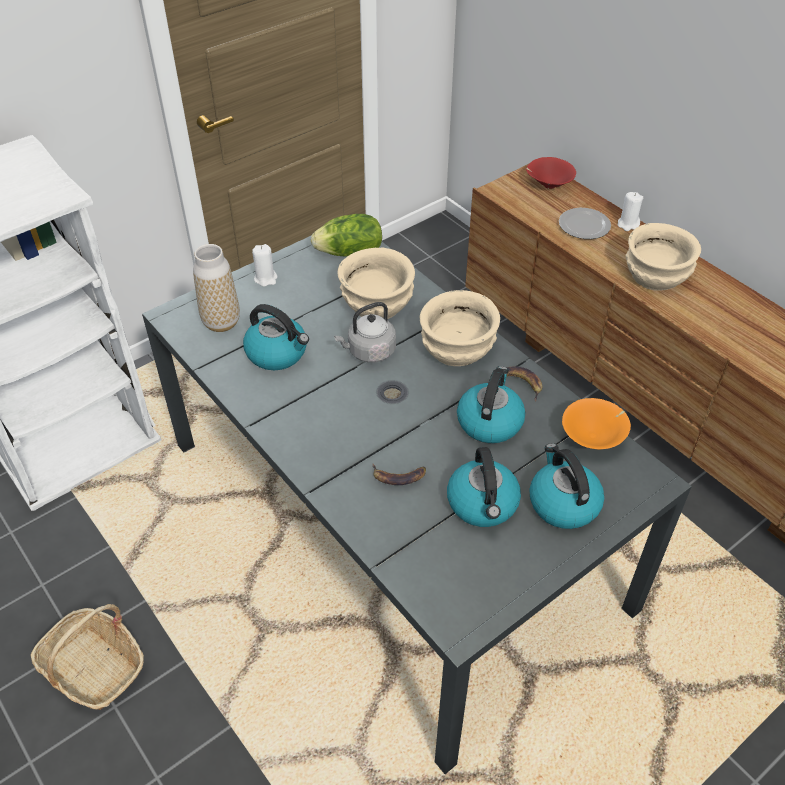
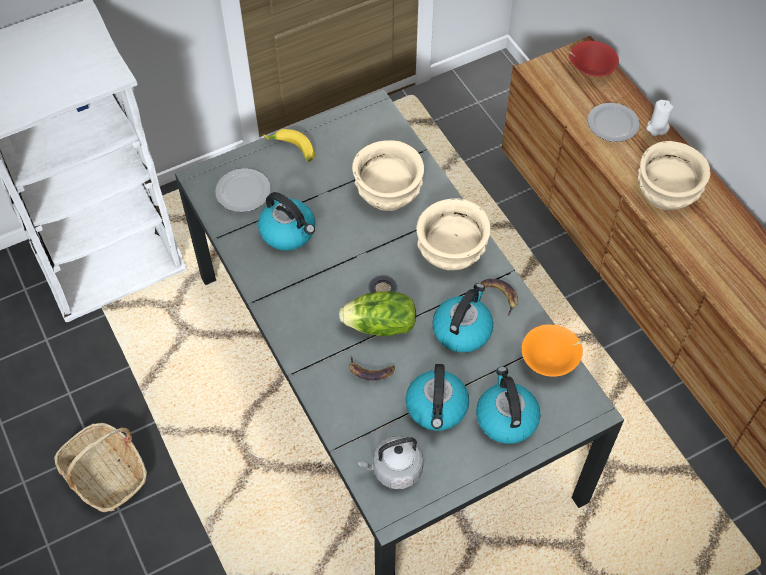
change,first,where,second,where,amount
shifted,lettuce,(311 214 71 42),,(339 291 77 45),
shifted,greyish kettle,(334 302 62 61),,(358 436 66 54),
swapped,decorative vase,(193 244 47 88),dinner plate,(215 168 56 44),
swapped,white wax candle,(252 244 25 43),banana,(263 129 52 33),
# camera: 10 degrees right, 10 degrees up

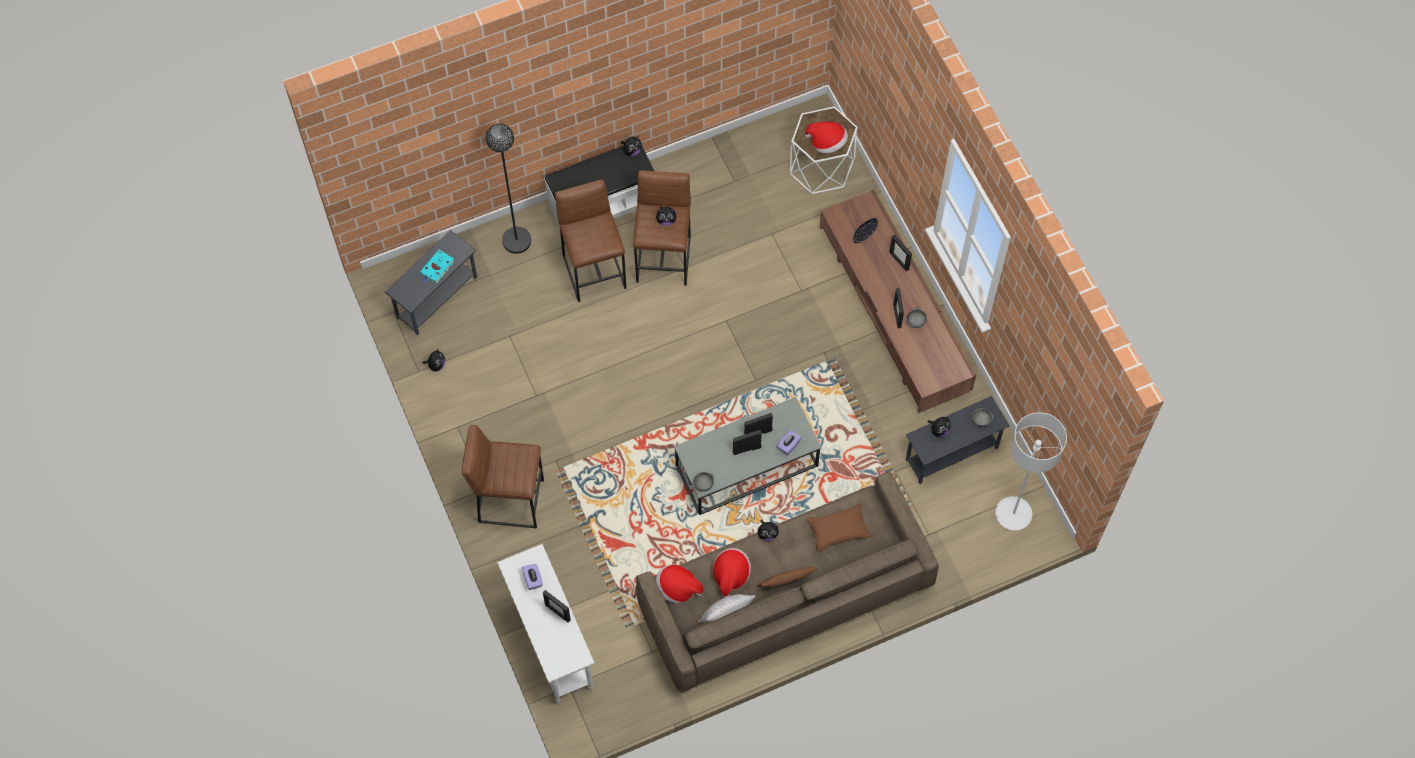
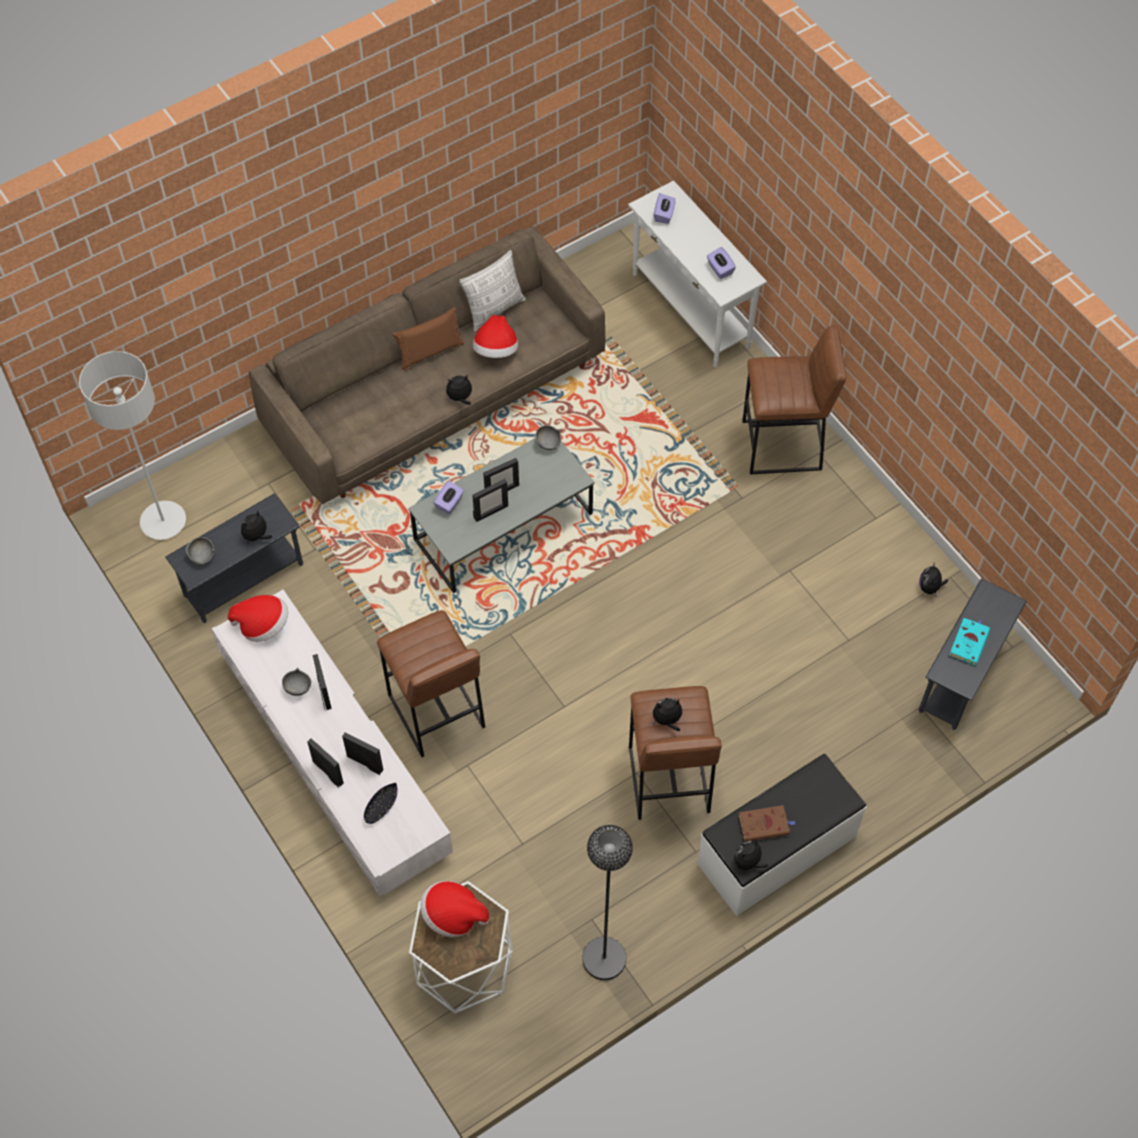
change,first,where,second,where,amount
gone,brownish pillow,(807 503 65 49),,,
new,,,purple-coloured tissue box,(654 193 22 31),
new,,,brownish volume,(739 805 56 37),
shifted,blackish standing lamp,(486 124 45 130),,(582 825 51 155),
shifted,standing frame,(543 590 28 33),,(342 732 41 43),
shifted,brownish stool seat,(555 180 72 122),,(377 610 108 147),
shifted,clothing hat,(656 565 47 38),,(228 595 60 47),
repainted,brownish tv unit,(820 190 156 223),white tv unit,(211 590 242 306),
# camera: 170 degrees right, 5 degrees down

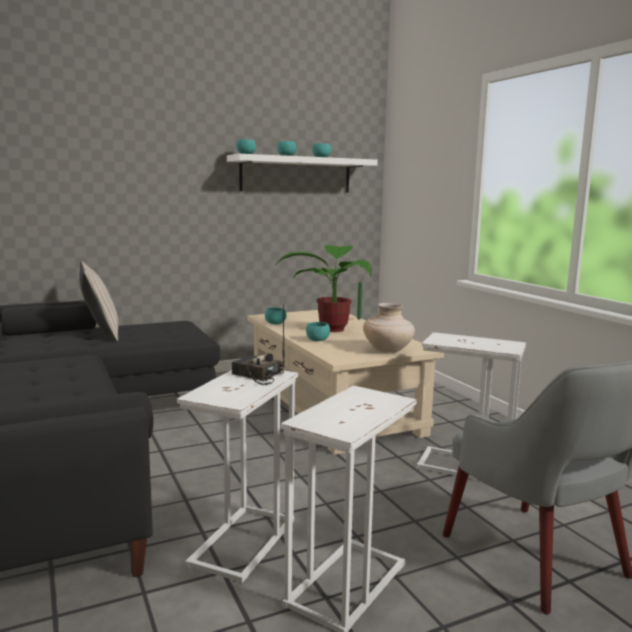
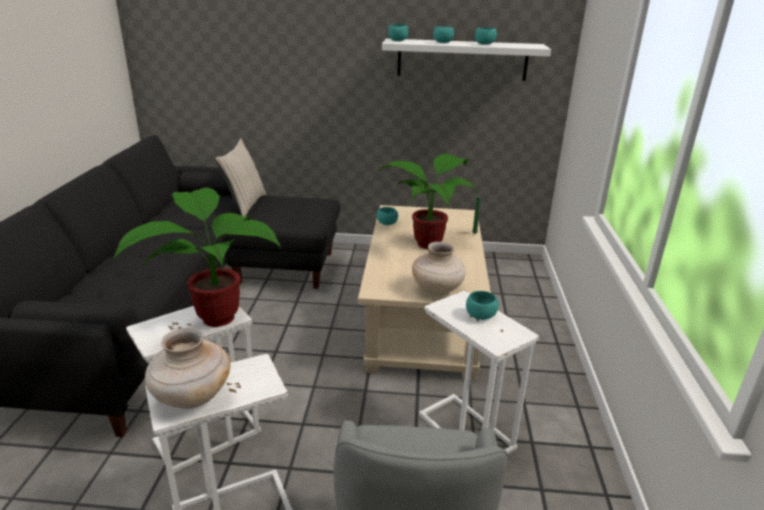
change,first,where,second,where,amount
new,,,beige decorative vase,(145 328 86 81),
shifted,turquoise-coloured deep dish,(306 322 24 19),,(466 291 33 29),
swapped,radio receiver,(232 304 53 81),houseplant,(114 187 167 140),
# camera: 30 degrees right, 15 degrees up

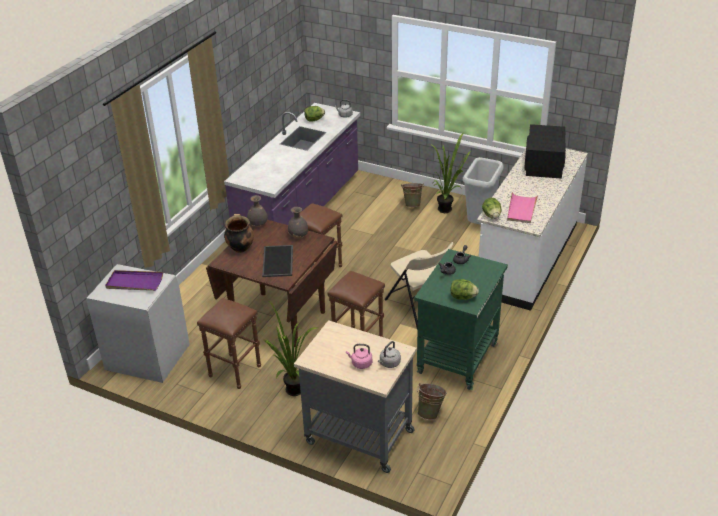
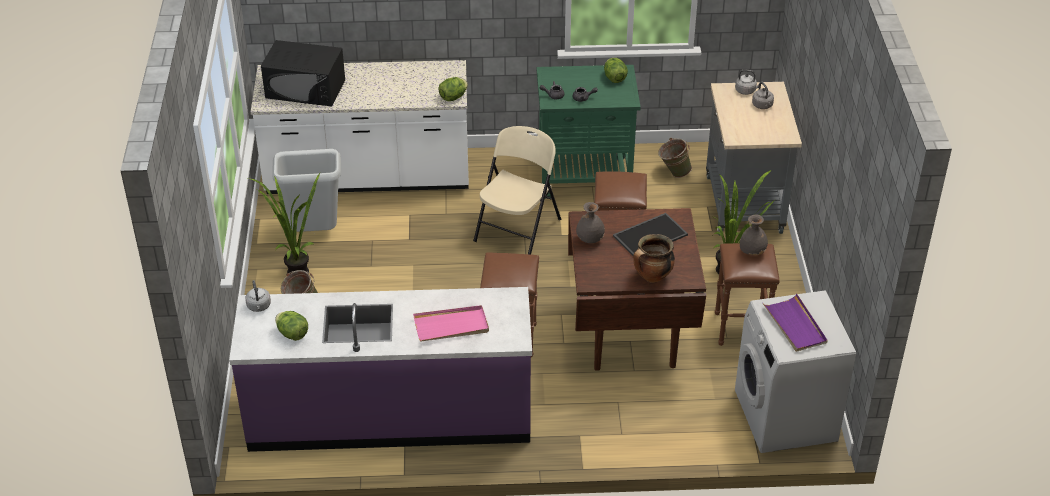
change,first,where,second,where,amount
shifted,greyish decorative vase,(247 195 21 31),,(740 215 28 40),
shifted,pink carrying tray,(507 192 31 31),,(413 305 76 37),
repainted,pink kettle,(346 344 26 25),greyish kettle,(752 82 22 27),
rotated,blackish microwave oven,(524 124 42 54),,(261 40 84 66),150 degrees counterclockwise
# camera: 120 degrees left, 5 degrees up

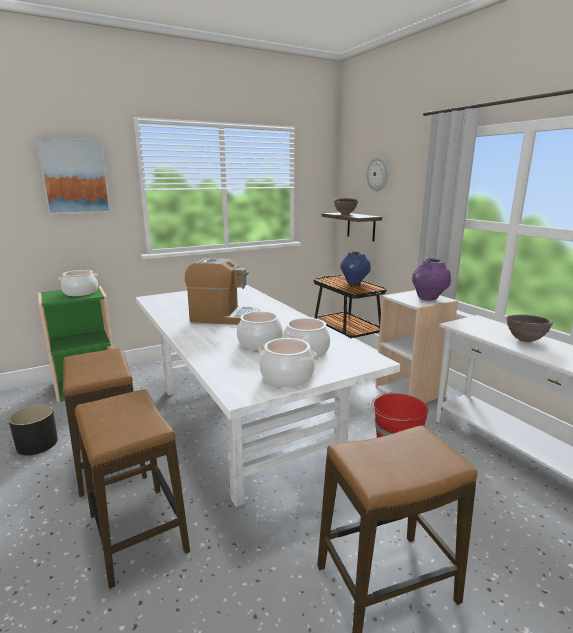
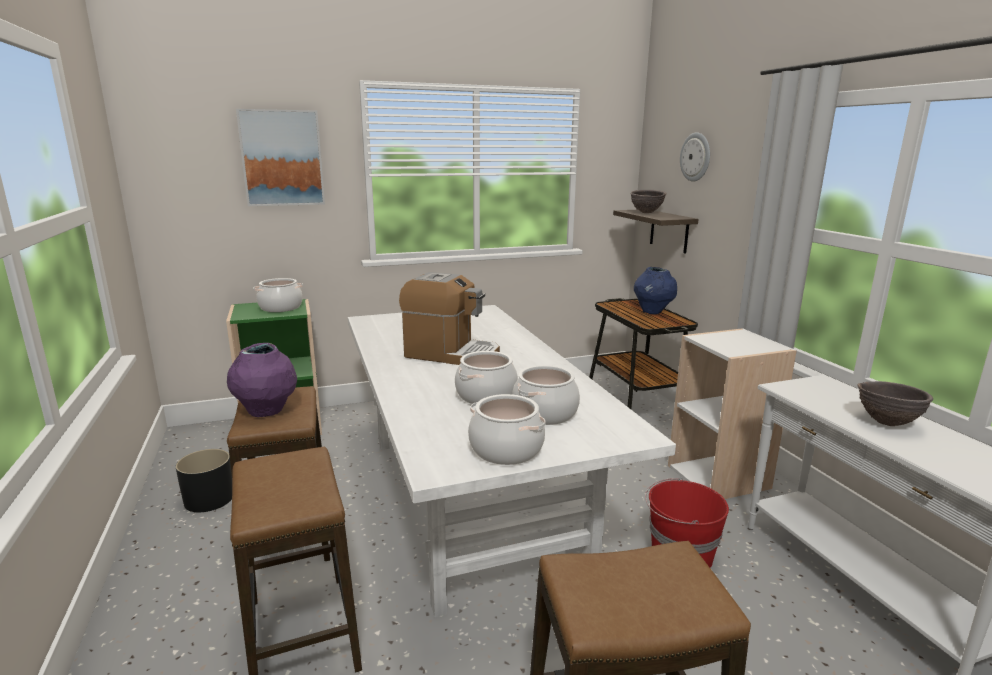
change,first,where,second,where,amount
shifted,purple-coloured decorative vase,(412 258 39 43),,(227 343 70 74),
# camera: 10 degrees right, 0 degrees up

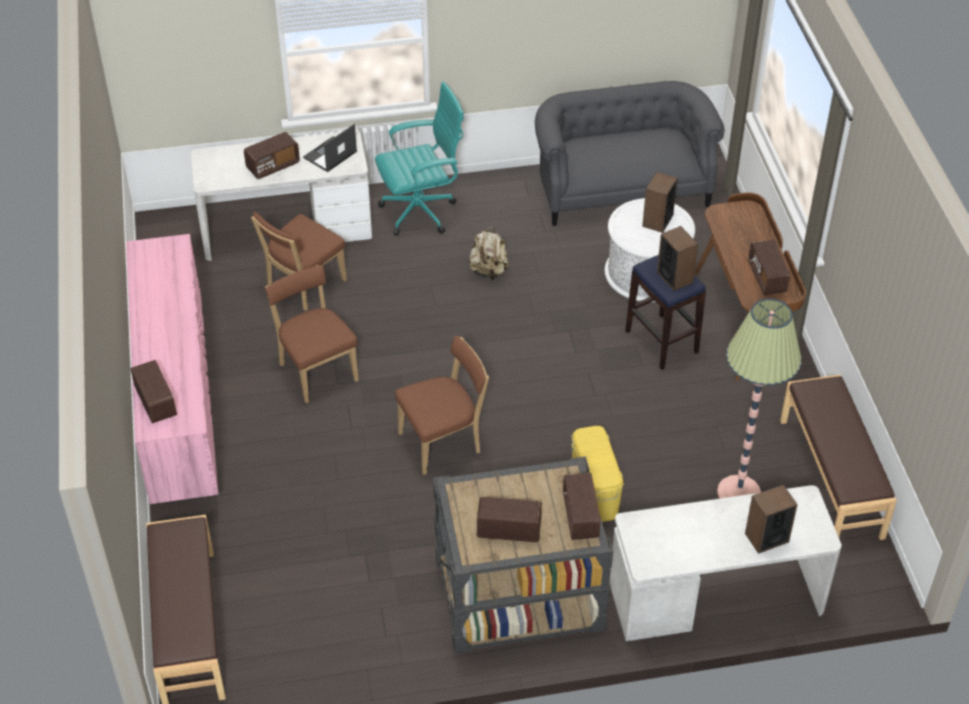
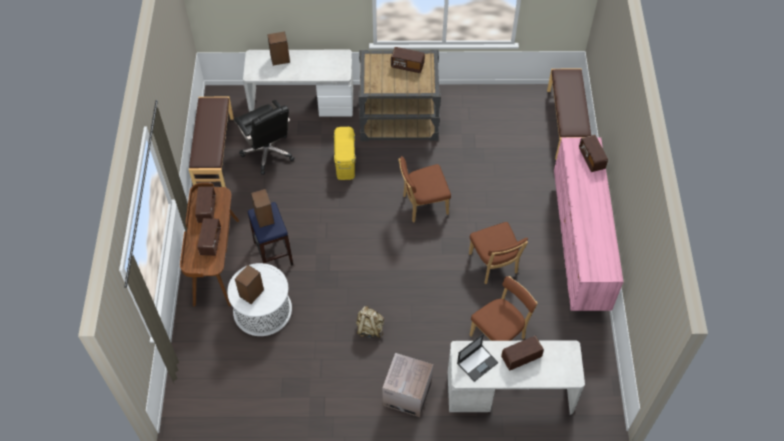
change,first,where,second,where,amount
gone,greyish settee,(535 81 190 145),,,
shifted,radio receiver,(563 473 38 67),,(198 218 23 38),
swapped,turquoise-coloured computer chair,(375 81 89 155),cardboard box,(382 353 51 64),
swapped,standing lamp,(717 298 85 201),blackish computer chair,(234 100 61 75),
# camera: 170 degrees left, 10 degrees up

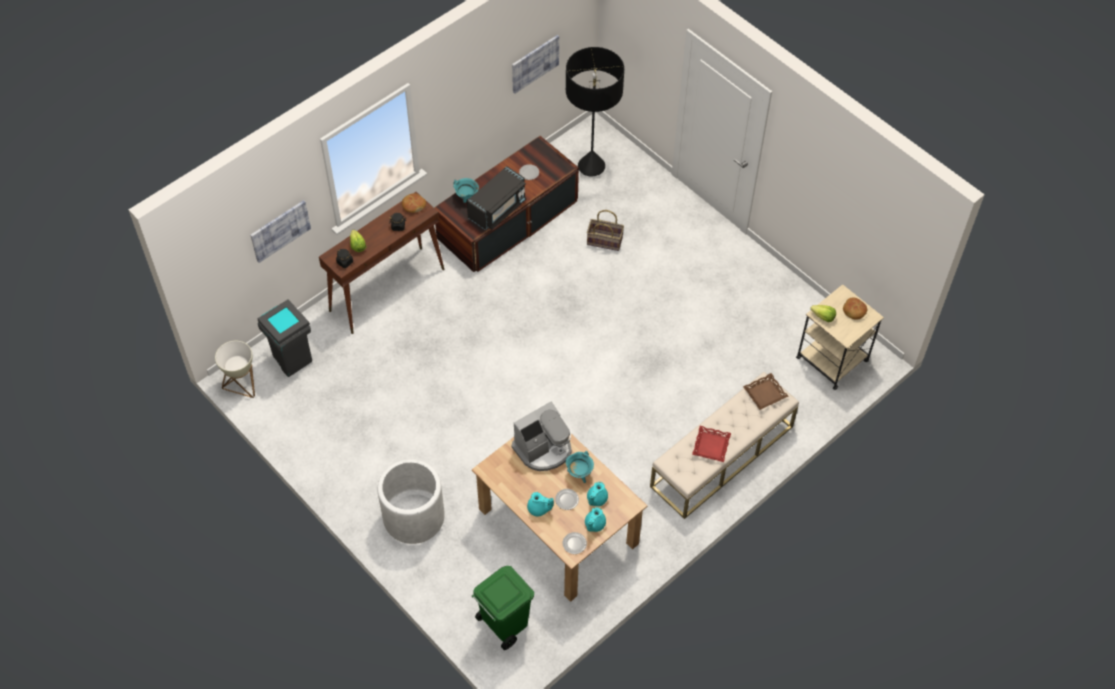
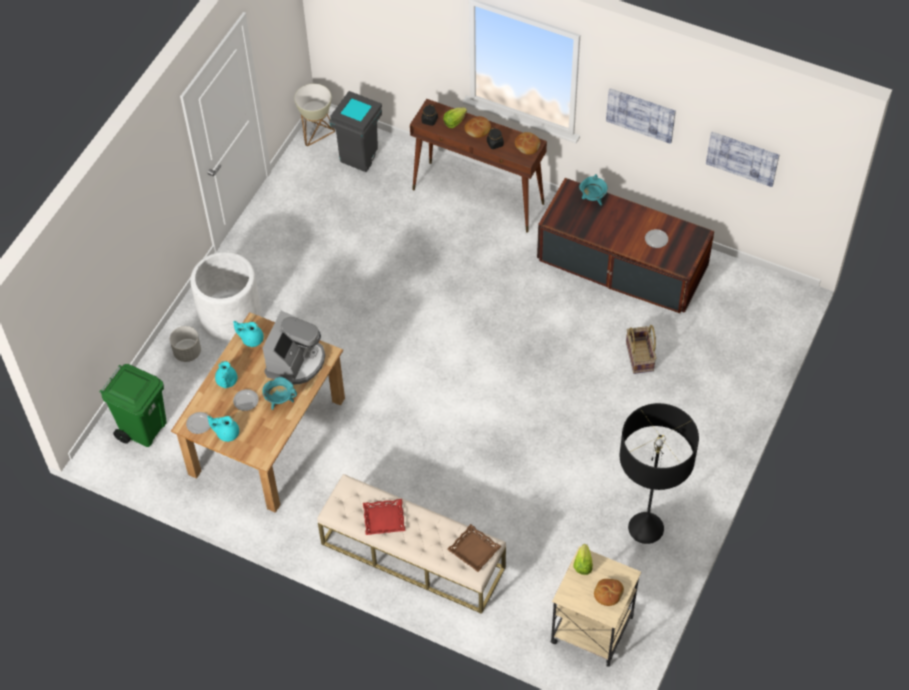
change,first,where,second,where,amount
gone,blackish microwave oven,(467 166 59 64),,,
new,,,greyish flower pot,(170 326 31 36),
new,,,bread,(465 116 26 22),
shifted,wall art,(250 200 61 63),,(606 88 70 56),
shifted,blackish standing lamp,(566 47 58 130),,(620 403 79 141),
shifted,turquoise-coloured tea pot,(587 482 21 24),,(233 321 31 26),
rotated,coffee maker,(512 402 60 69),,(262 311 63 73),105 degrees counterclockwise
# camera: 70 degrees right, 0 degrees up

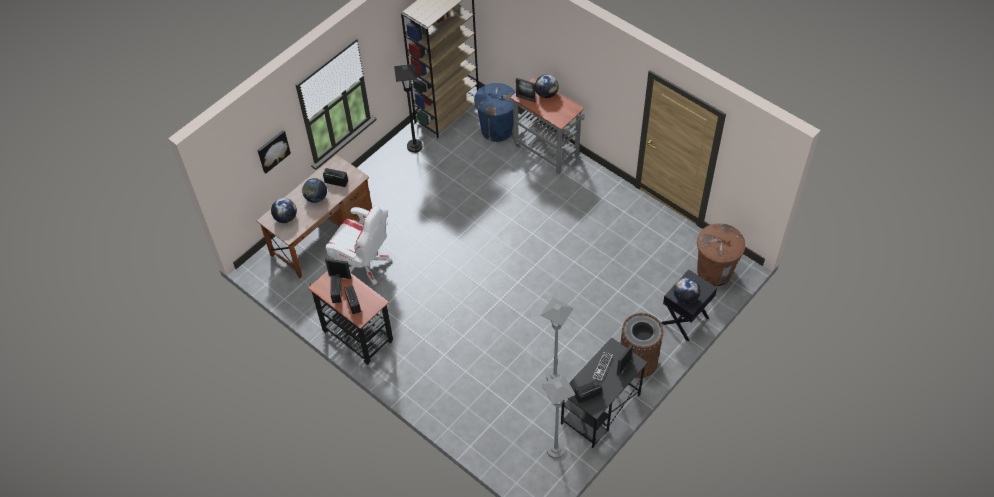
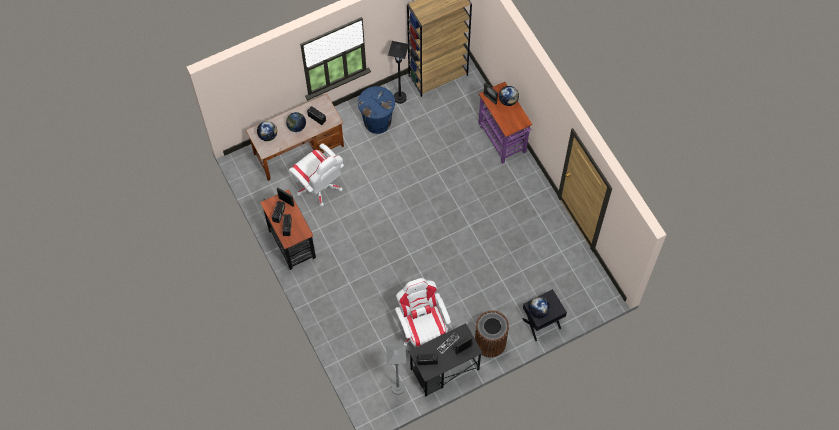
change,first,where,second,where,amount
gone,wall art,(257 130 34 43),,,
gone,brownish waste bin,(697 223 49 63),,,
shifted,blue waste bin,(474 83 42 59),,(358 86 37 48),
swapped,greyish standing lamp,(540 298 34 83),white computer chair,(395 278 56 69),
repainted,greyish trolley,(511 78 74 96),purple-coloured trolley,(478 82 54 82),
# camera: 20 degrees right, 10 degrees up

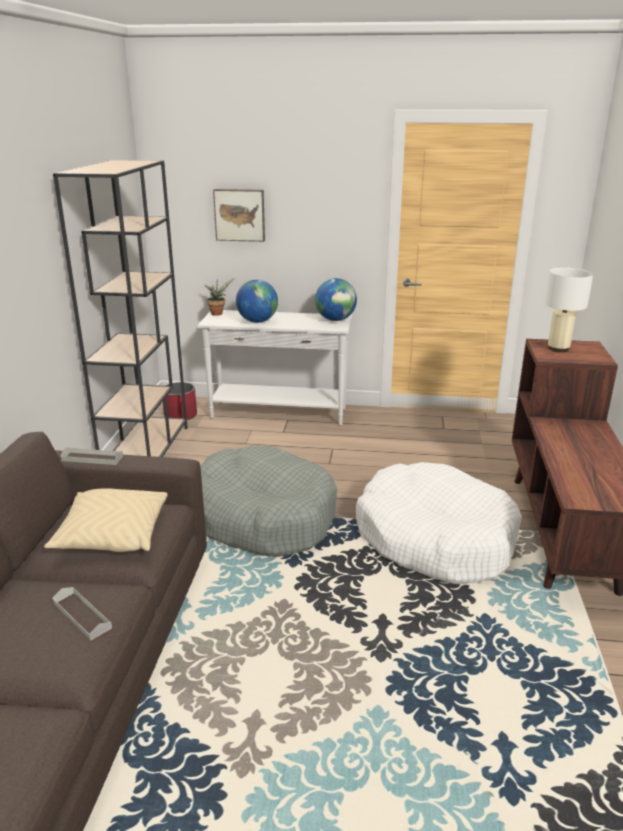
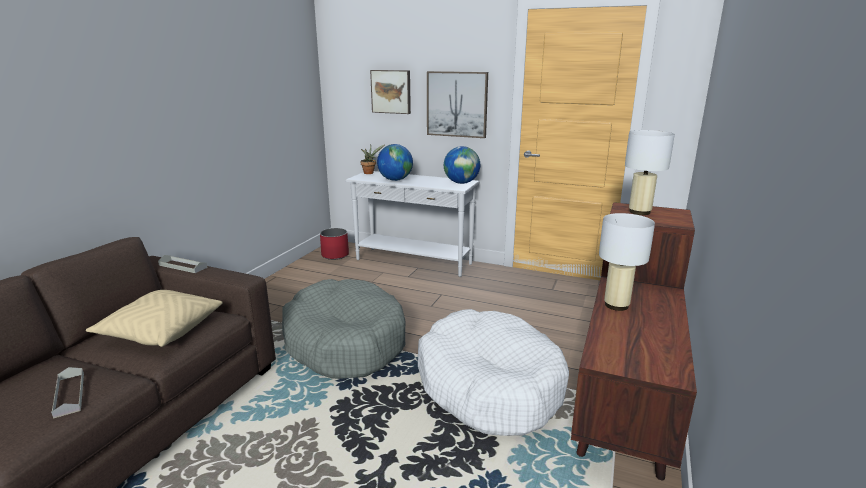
change,first,where,second,where,amount
gone,bookcase,(53 160 135 297),,,
new,,,wall art,(427 71 61 67),
new,,,white lamp for a table,(599 213 56 98),
# camera: 15 degrees right, 5 degrees down

